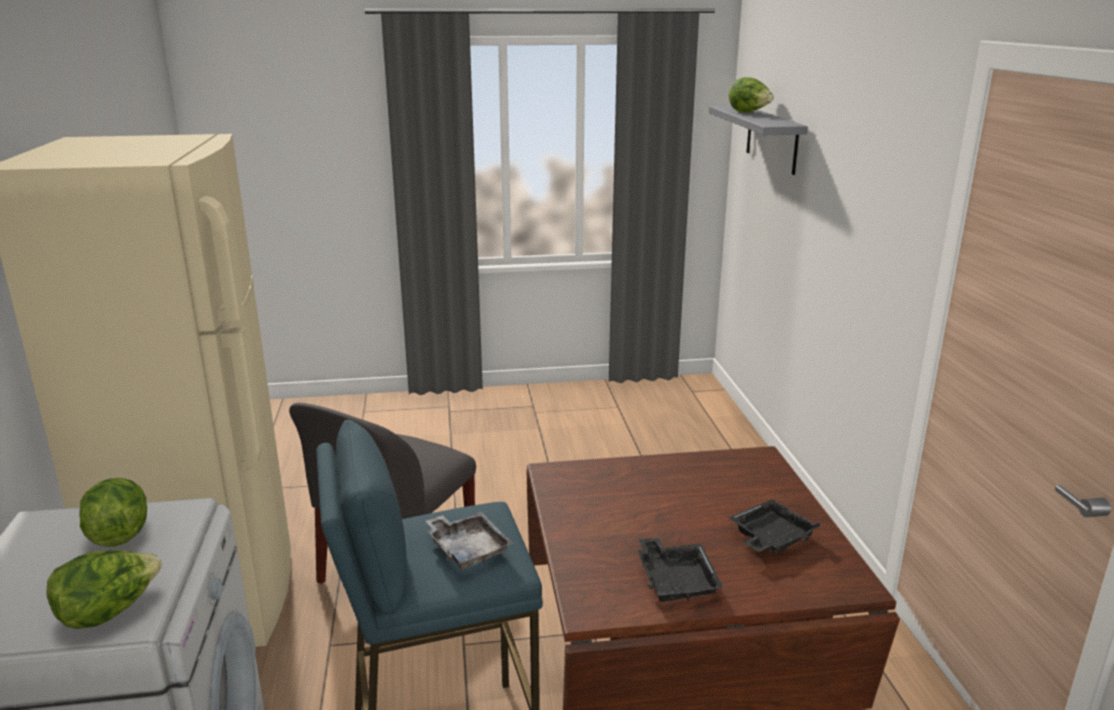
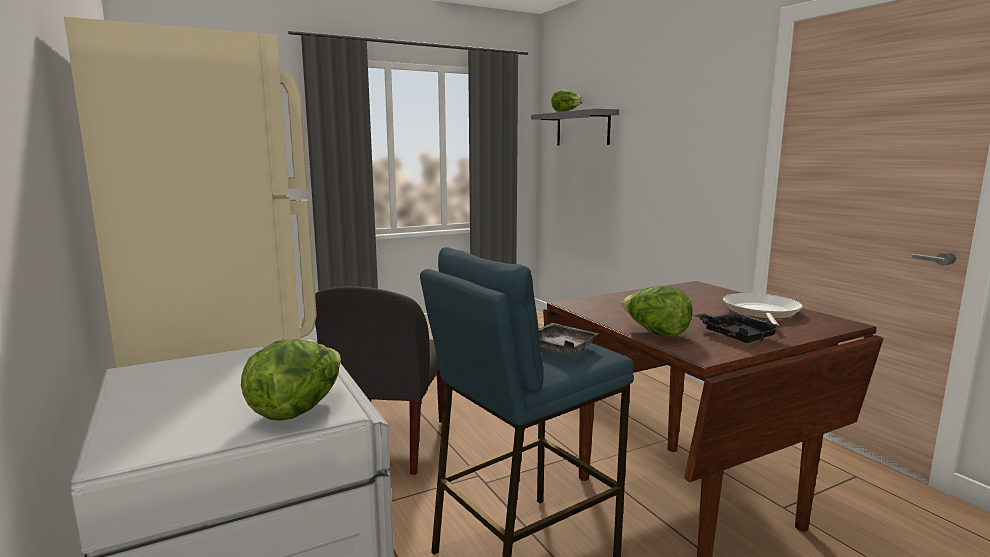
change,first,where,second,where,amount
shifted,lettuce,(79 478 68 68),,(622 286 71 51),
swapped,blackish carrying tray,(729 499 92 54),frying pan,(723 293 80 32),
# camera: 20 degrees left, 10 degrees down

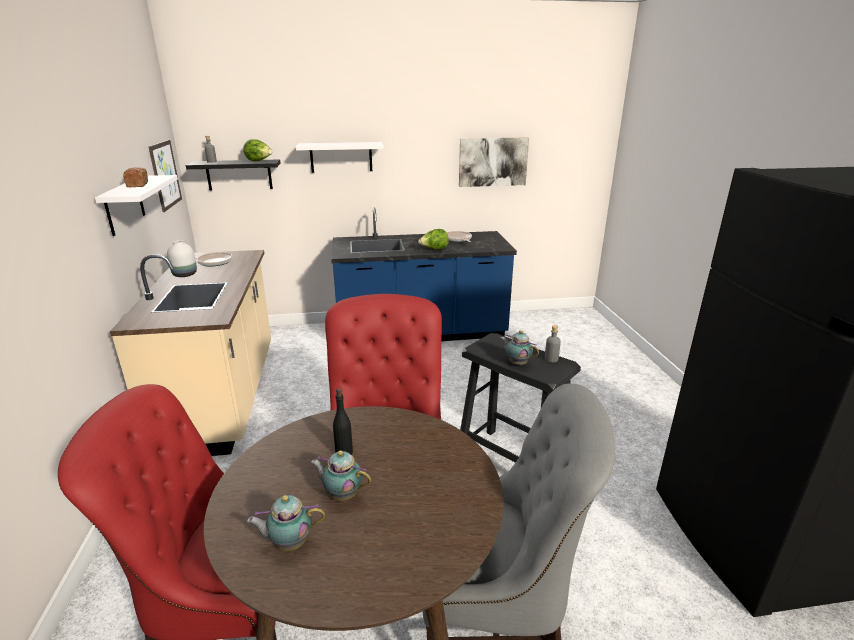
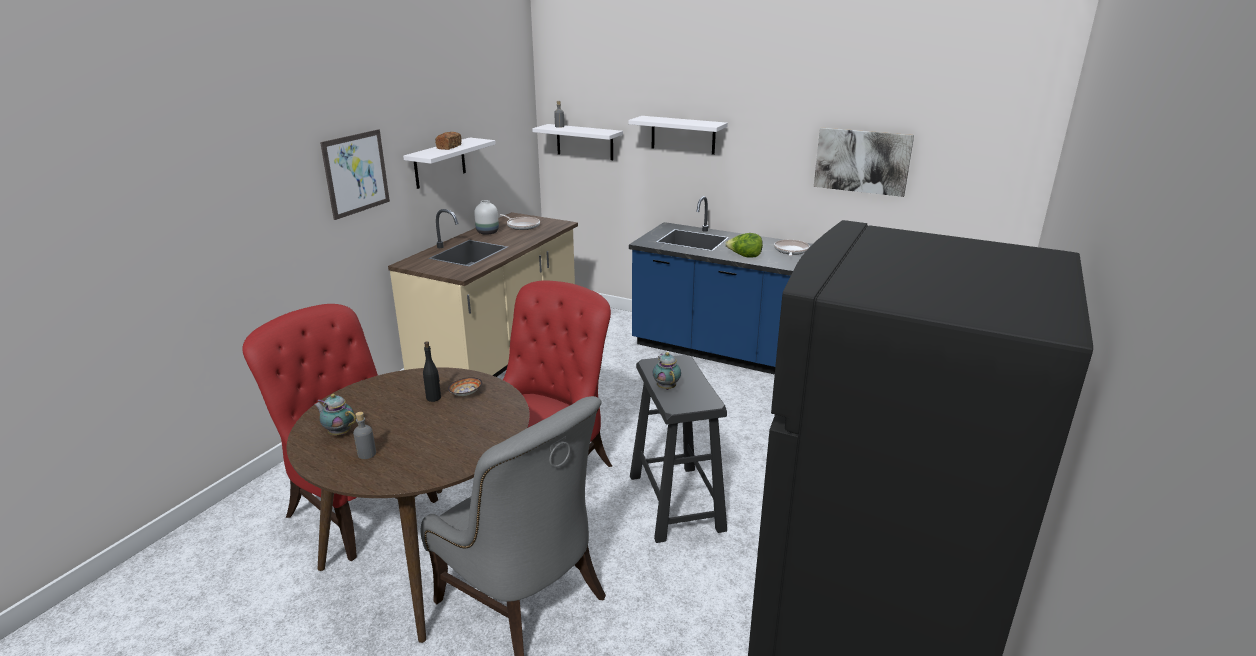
change,first,where,second,where,amount
gone,lettuce,(243 139 29 23),,,
gone,tea pot,(311 450 60 51),,,
new,,,deep dish,(448 377 34 19),
shifted,wall art,(148 140 34 72),,(320 129 70 91),
shifted,greyish drink bottle,(545 325 16 37),,(353 412 23 47),
repainted,blackish wall shelf,(186 159 94 32),white wall shelf,(532 124 91 36),
# camera: 35 degrees right, 0 degrees up

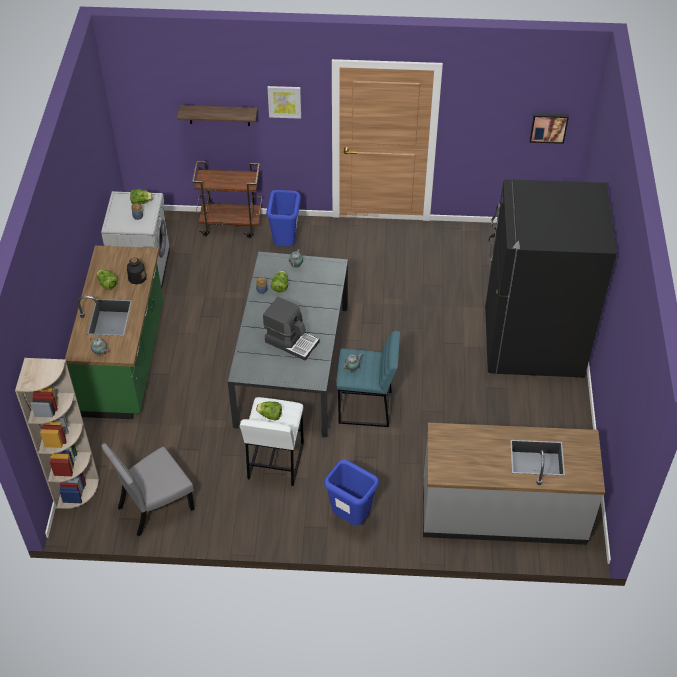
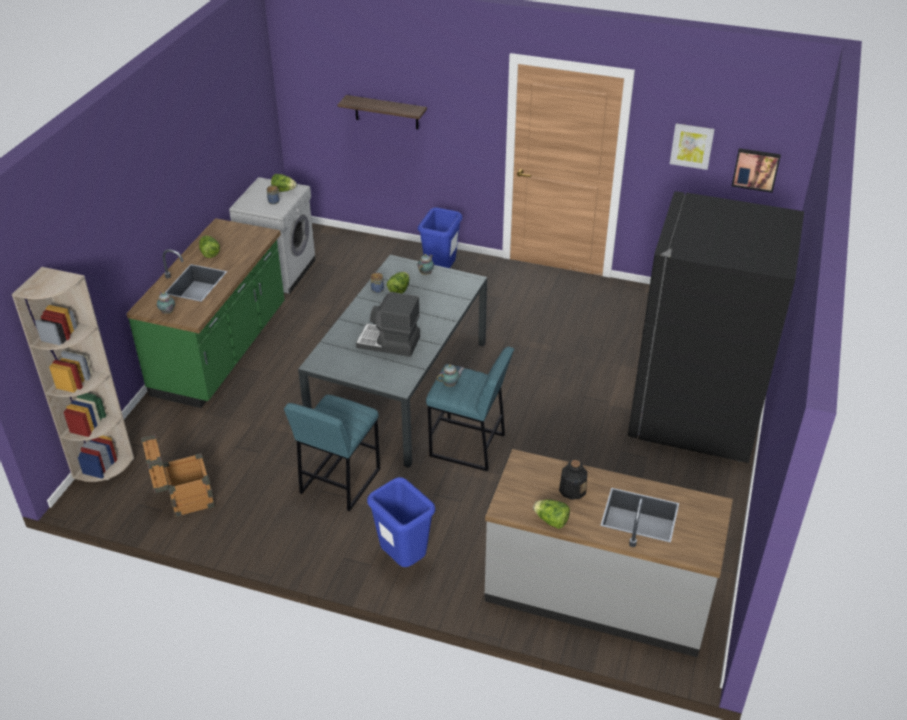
change,first,where,second,where,amount
gone,brownish trolley,(192 161 70 77),,,
shifted,drink bottle,(127 258 20 26),,(559 460 28 40),
shifted,lettuce,(256 402 26 19),,(533 499 37 30),
shifted,wall art,(268 86 33 33),,(670 123 45 47),
swapped,greyish upright chair,(101 443 94 93),packing crate,(141 434 74 83),
repainted,white stool seat,(240 397 64 89),blue stool seat,(284 395 96 116),
rotated,coffee maker,(263 297 56 63),,(356 292 64 65),150 degrees clockwise
# camera: 15 degrees right, 10 degrees down

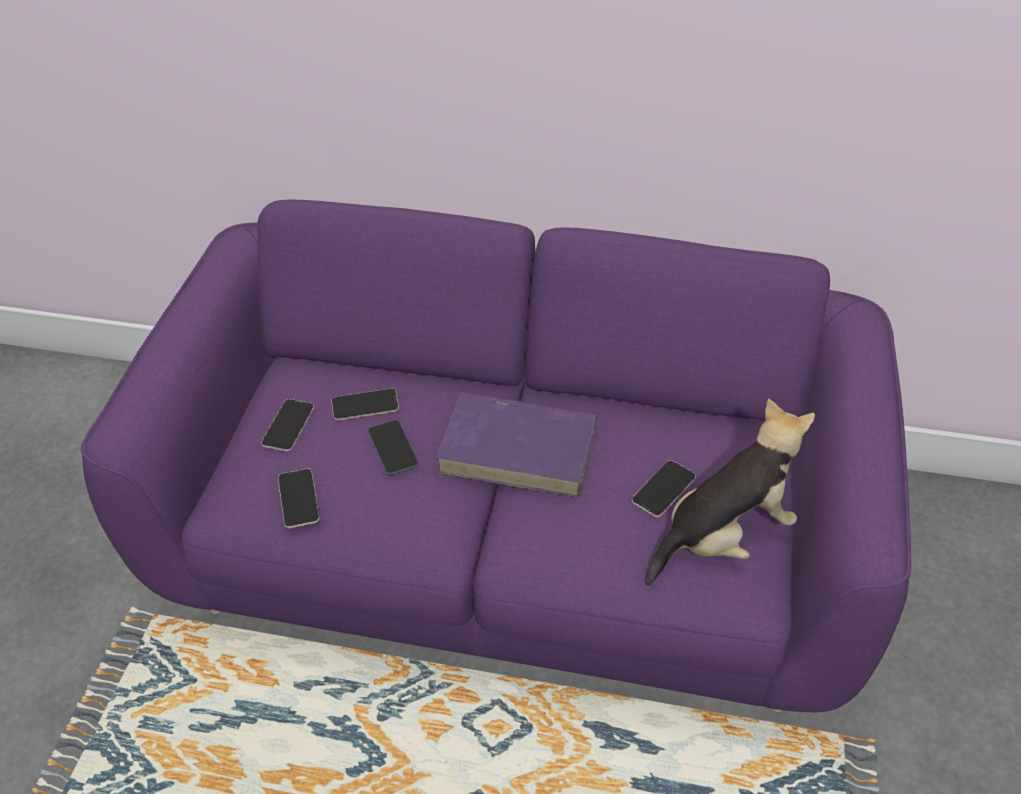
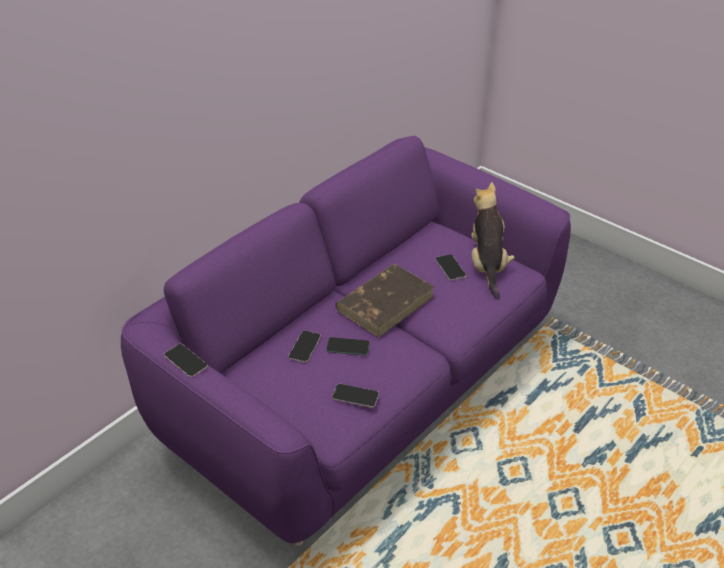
change,first,where,second,where,amount
shifted,telephone,(261 399 54 52),,(164 344 44 33),
repainted,purple-coloured volume,(436 392 161 106),brownish volume,(336 264 98 74),
# camera: 60 degrees left, 5 degrees down

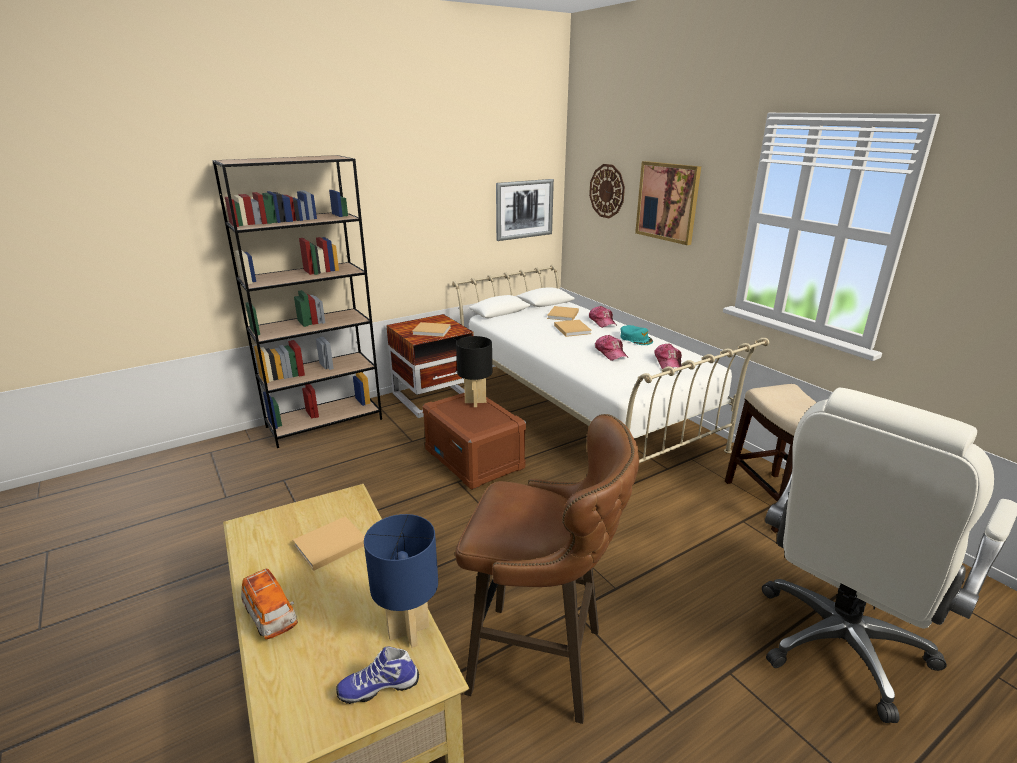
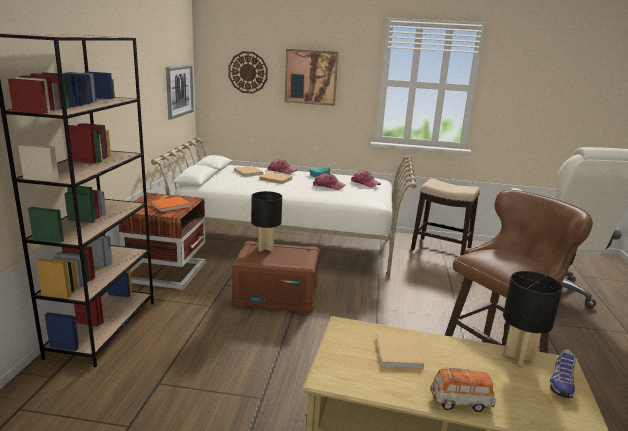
change,first,where,second,where,amount
repainted,blue lamp for a table,(364 514 74 134),blackish lamp for a table,(503 271 60 95),
repainted,beige volume,(412 322 39 15),orange-coloured volume,(151 197 40 15),
# camera: 50 degrees left, 5 degrees down

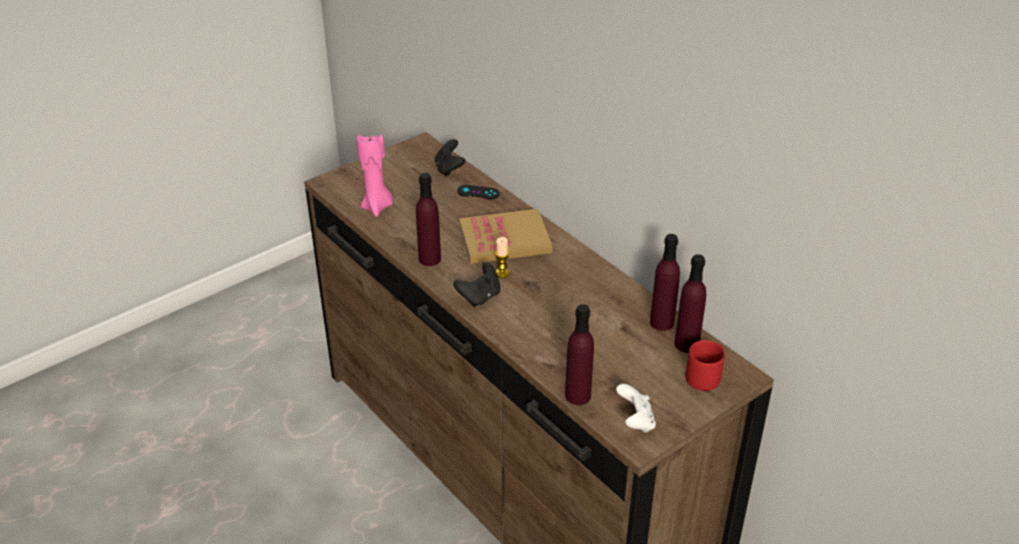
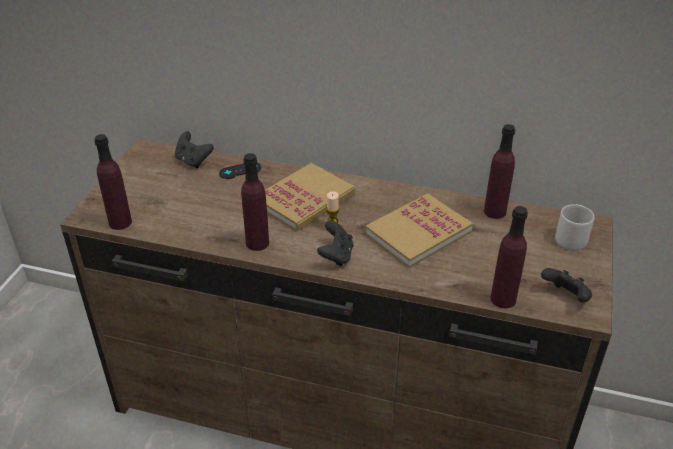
change,first,where,second,where,amount
gone,pink wax candle,(357 133 36 84),,,
new,,,volume,(364 193 109 75),
shifted,purple-coloured drink bottle,(674 254 32 99),,(94 134 38 96),
repainted,white game controller,(616 384 40 49),blackish game controller,(541 268 51 35),
repainted,reddish coffee mug,(686 340 39 51),greyish coffee mug,(555 204 39 47),
# camera: 35 degrees left, 0 degrees up

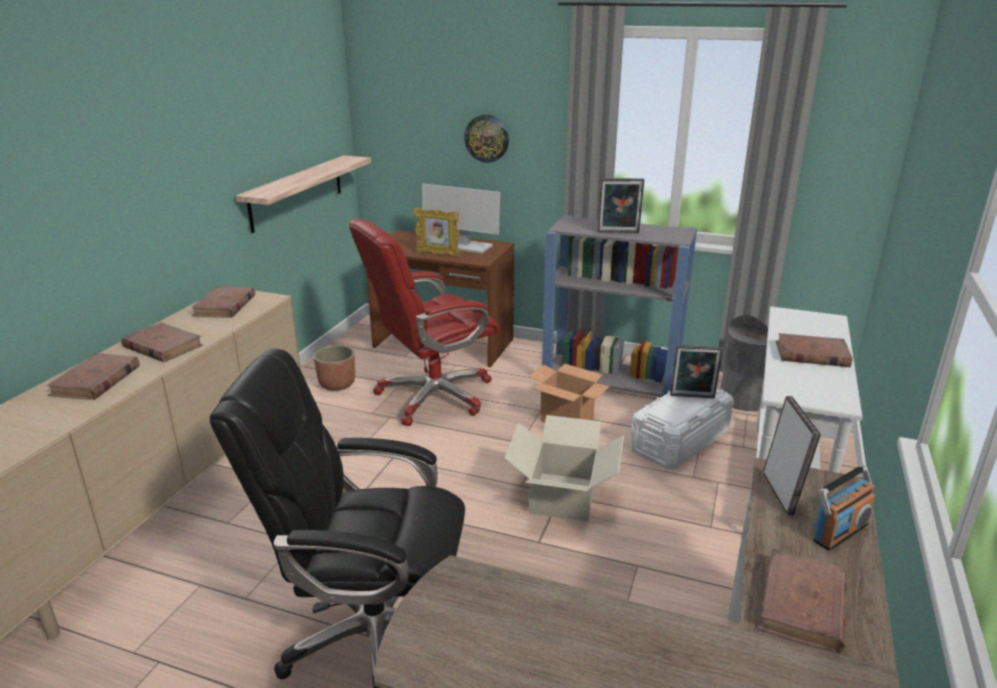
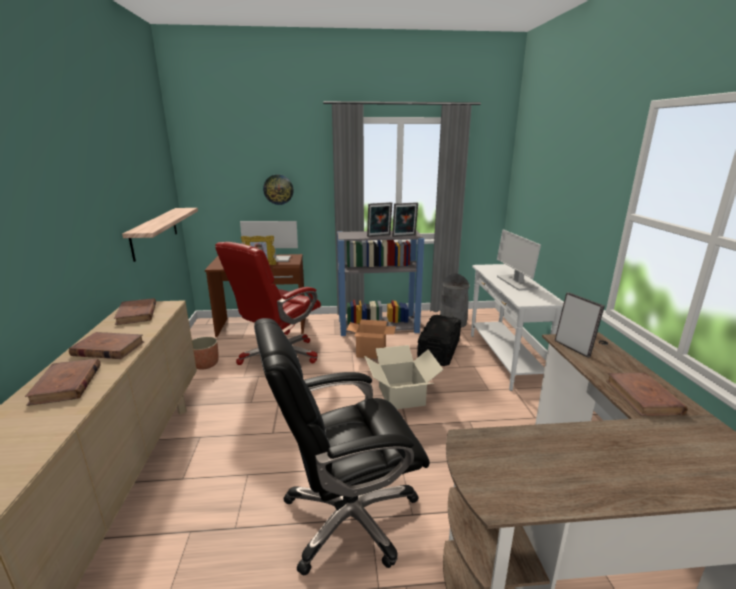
change,first,where,second,where,amount
gone,radio receiver,(814 465 61 86),,,
shifted,standing frame,(670 345 53 53),,(392 202 26 35),
swapped,brownish volume,(776 333 77 34),monitor,(497 230 44 61),
repainted,white storage container,(630 389 104 80),blackish storage container,(417 315 44 51),
# camera: 25 degrees left, 5 degrees down

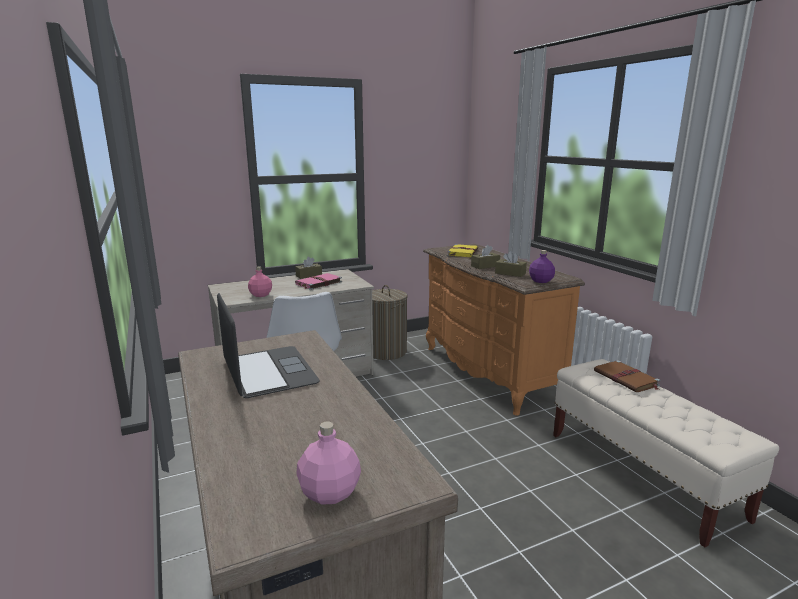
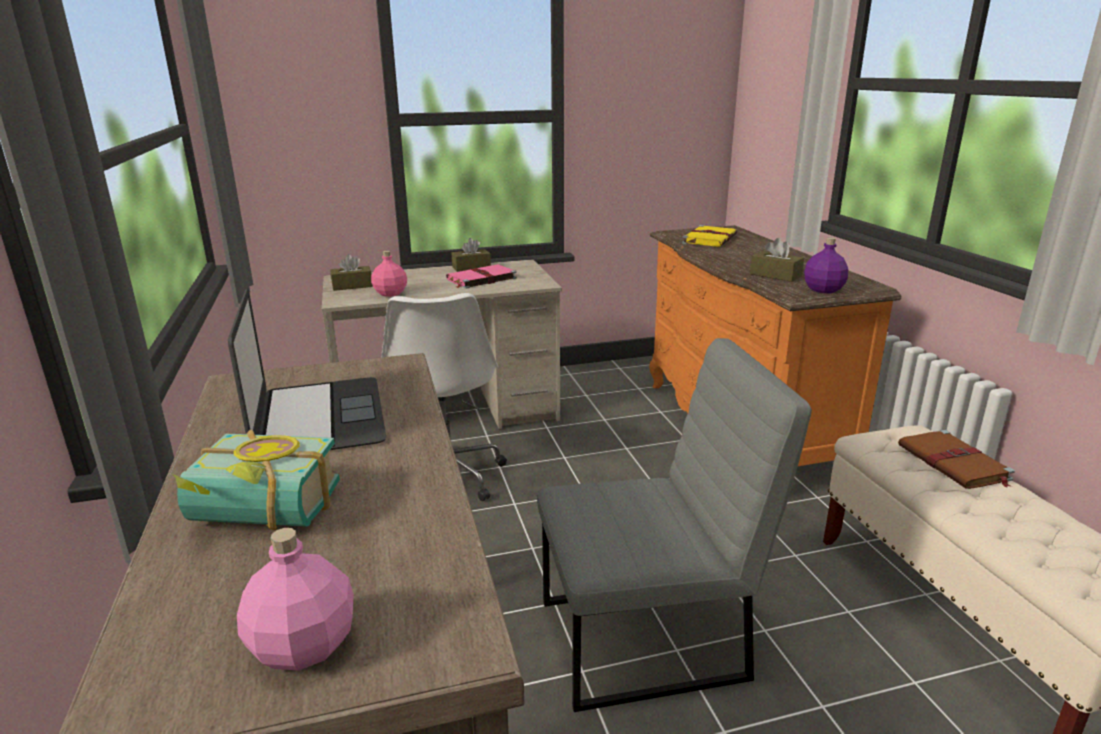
change,first,where,second,where,amount
gone,hamper,(372 285 35 75),,,
new,,,volume,(173 430 167 100),
new,,,greyish upright chair,(537 338 275 374),
shifted,brownish tissue box,(471 245 29 24),,(330 254 43 37),
# camera: 10 degrees right, 5 degrees up

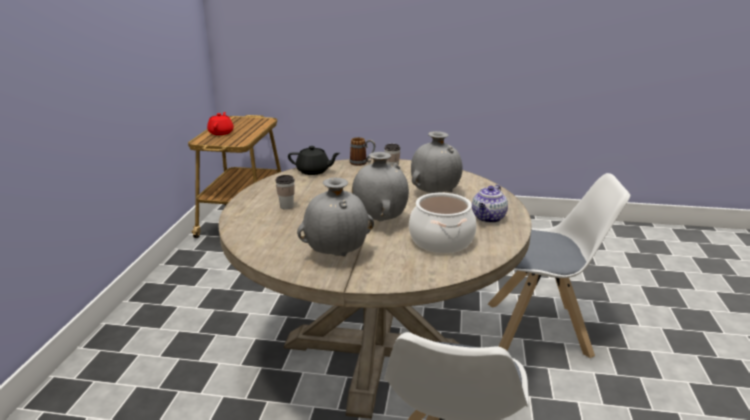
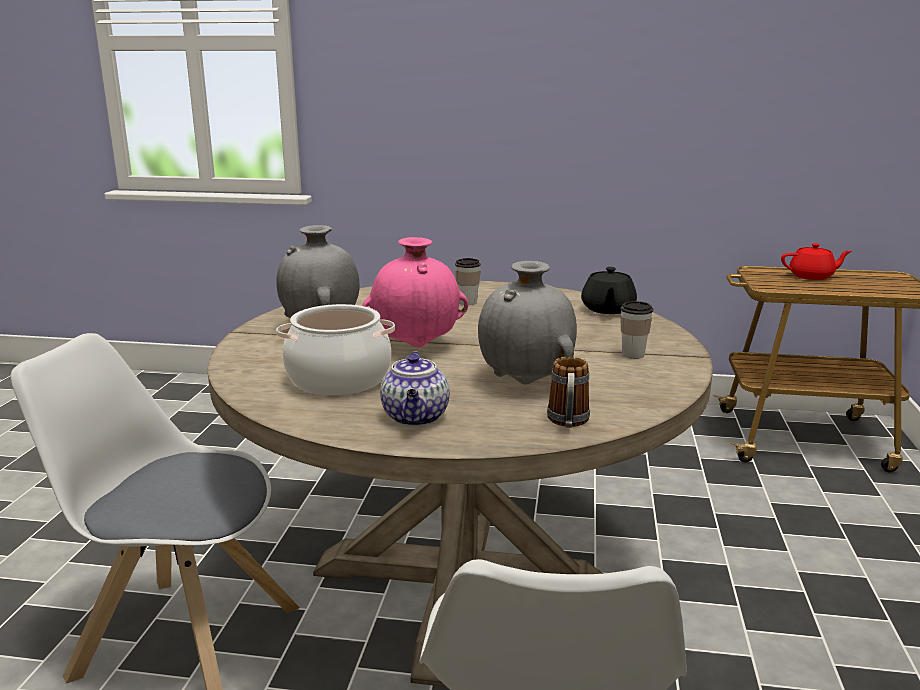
change,first,where,second,where,amount
shifted,coffee mug,(350 137 25 29),,(547 356 43 72),
repainted,greyish decorative vase,(352 152 57 69),pink decorative vase,(362 237 106 110),
rotated,tea pot,(472 185 36 38),,(380 351 70 75),120 degrees counterclockwise
# camera: 90 degrees right, 5 degrees down

